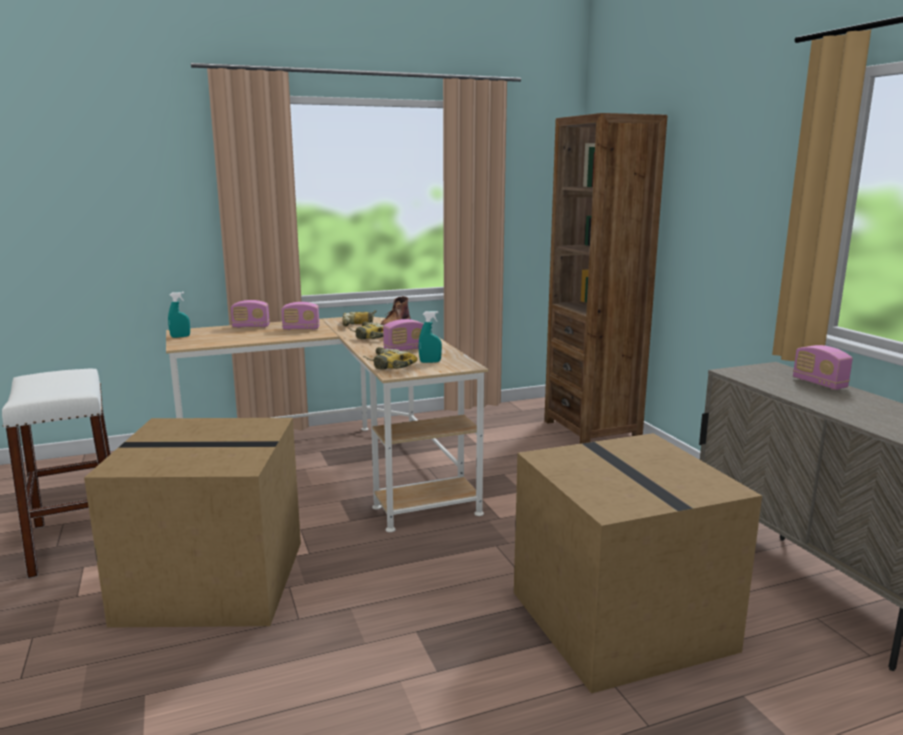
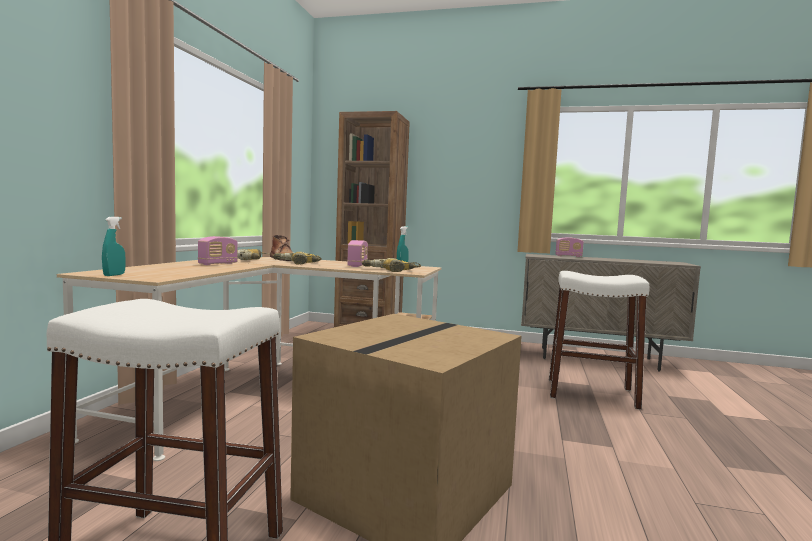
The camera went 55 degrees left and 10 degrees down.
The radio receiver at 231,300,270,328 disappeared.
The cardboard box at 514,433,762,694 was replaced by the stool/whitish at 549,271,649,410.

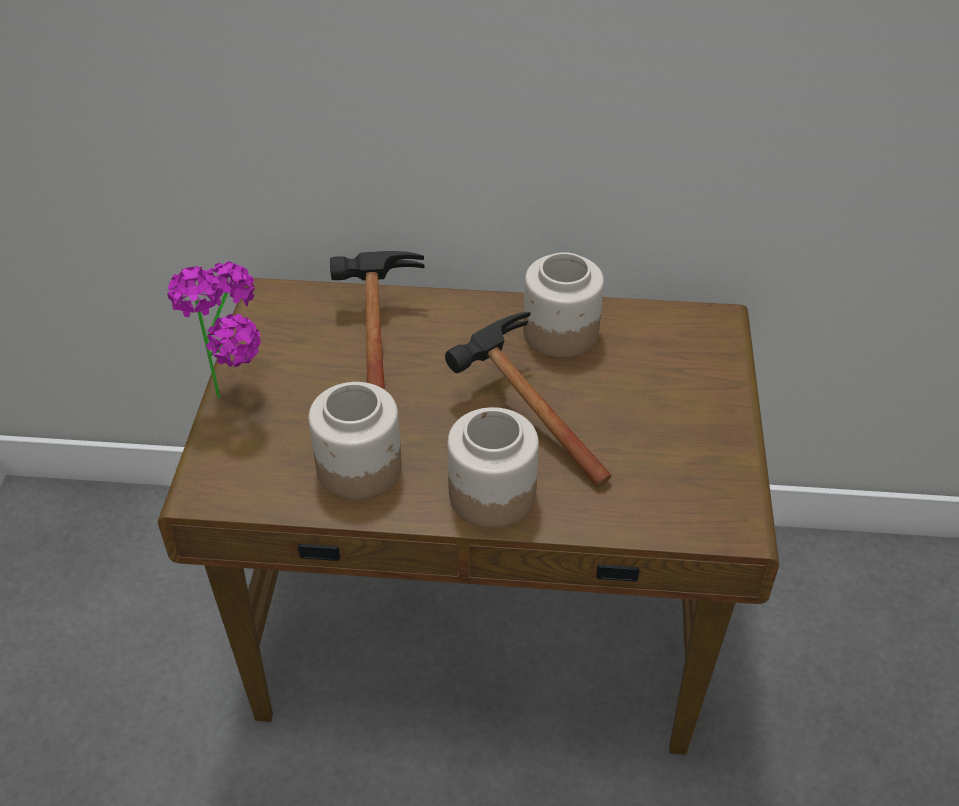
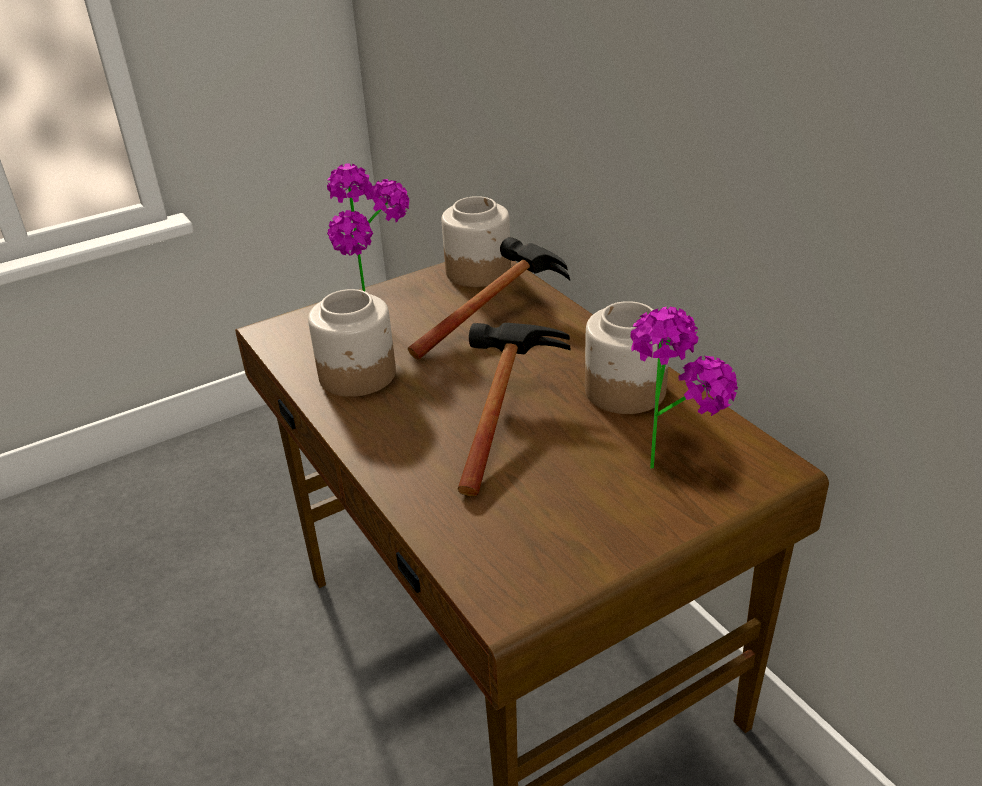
The camera went 55 degrees right and 10 degrees down.
The jar moved from 447,407,539,528 to 442,196,511,287.
The plant in a pot at 631,307,738,469 appeared.

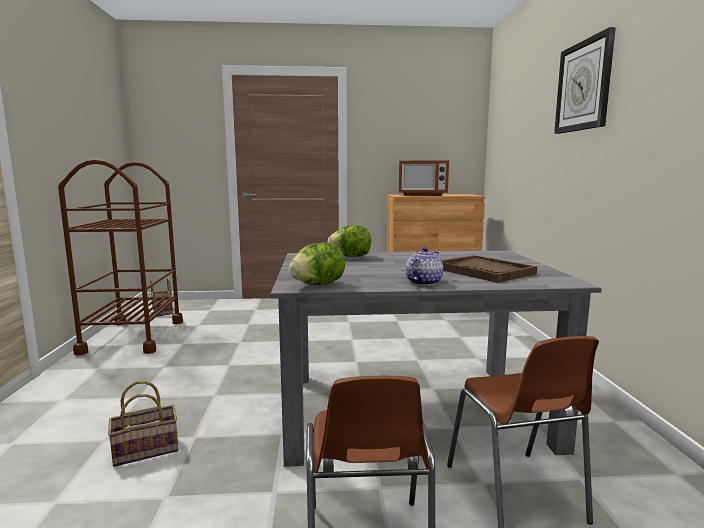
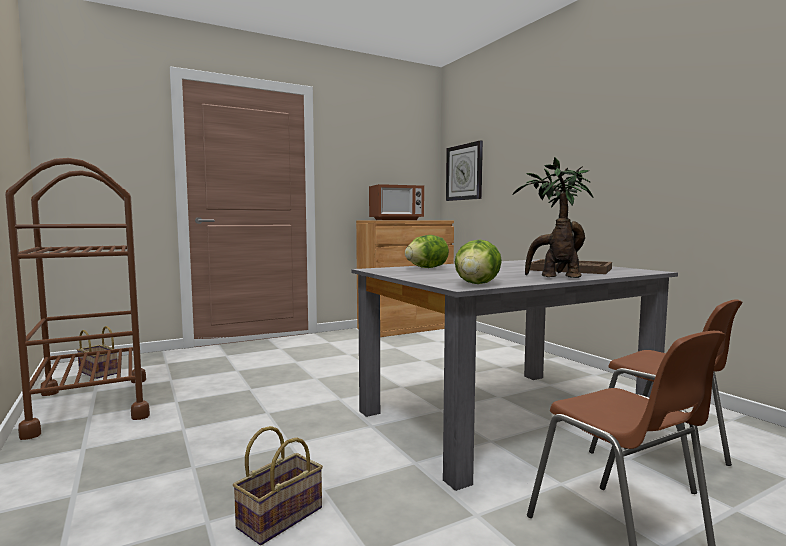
The camera went 25 degrees left and 5 degrees down.
The hanging clock moved from 554,27,616,134 to 446,141,483,201.
The teapot at 406,247,443,286 was replaced by the plant in a pot at 513,157,593,278.

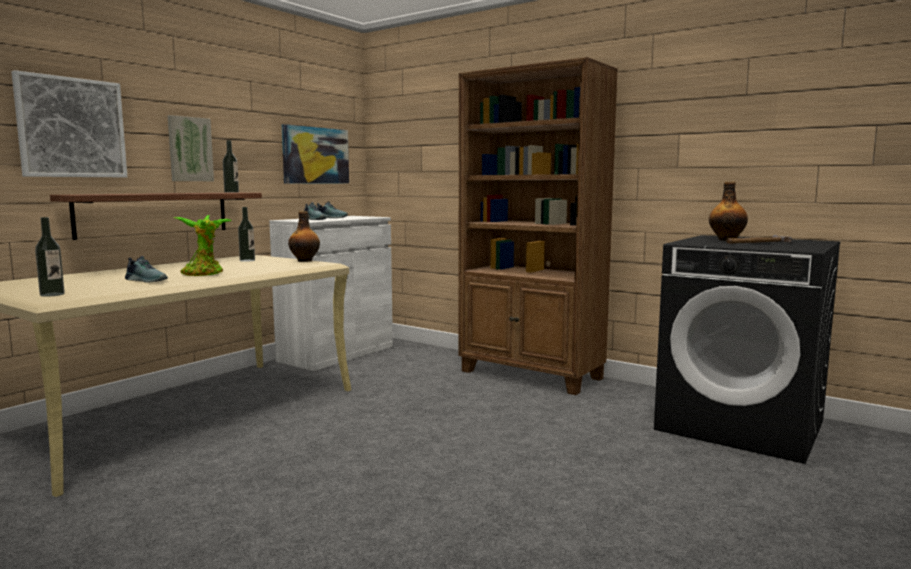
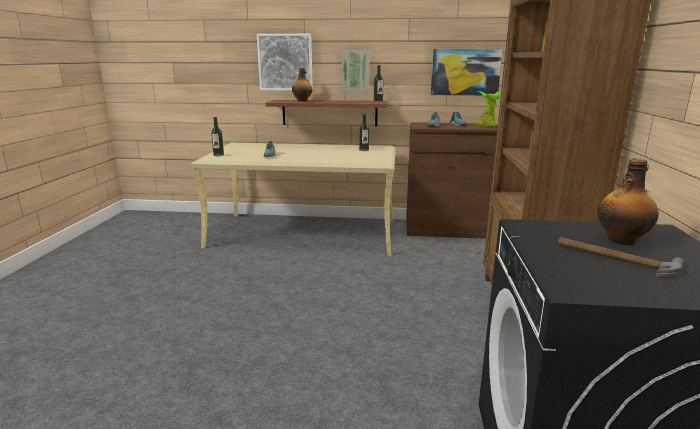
The camera went 60 degrees right and 10 degrees up.
The drink bottle moved from 288,211,320,262 to 292,68,312,102.
The plant in a pot moved from 174,215,232,276 to 476,91,501,127.
The storage cabinet/whitish at 269,216,393,371 became the storage cabinet/brownish at 406,122,498,239.

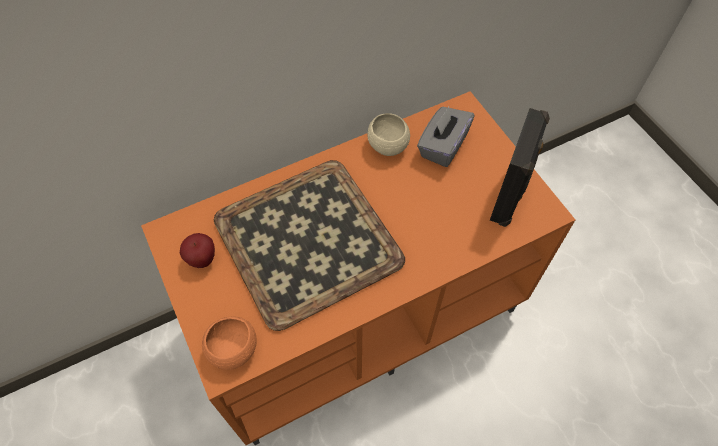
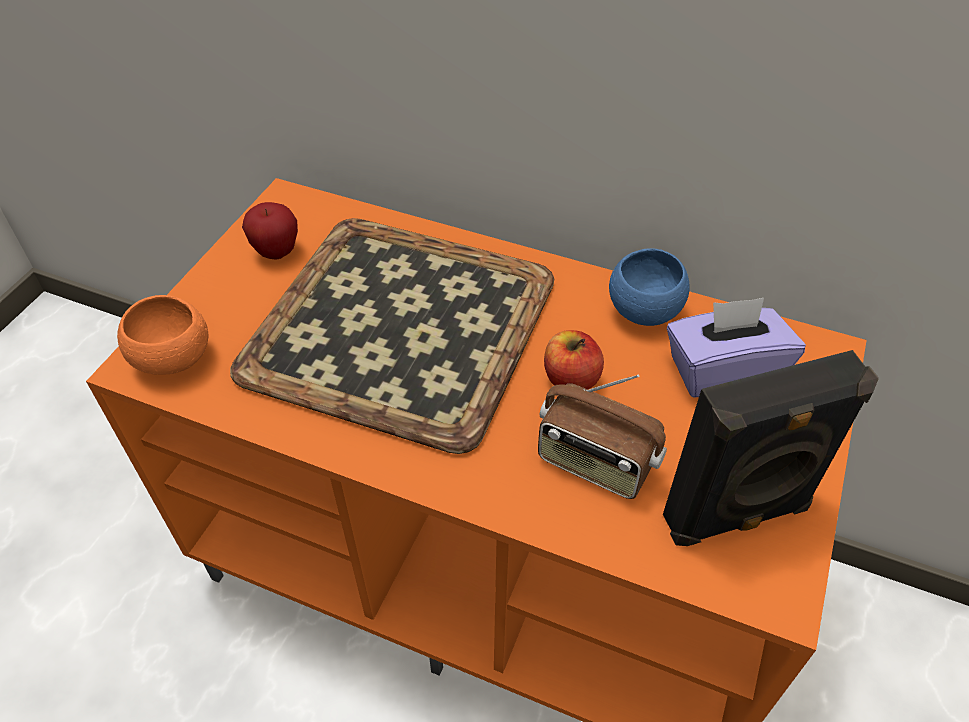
The camera went 50 degrees right and 10 degrees down.
The tissue holder/gray at 417,107,474,167 became the tissue holder/purplish at 667,298,806,398.
The serving bowl/sand-coloured at 367,113,410,156 became the serving bowl/blue-coloured at 609,248,690,326.
The apple at 544,330,604,389 appeared.
The radio receiver at 538,374,667,499 appeared.

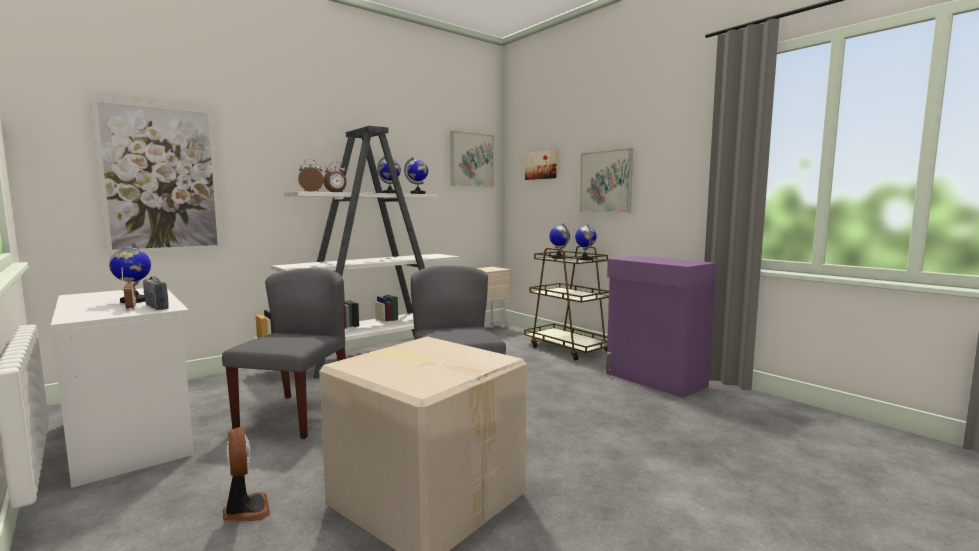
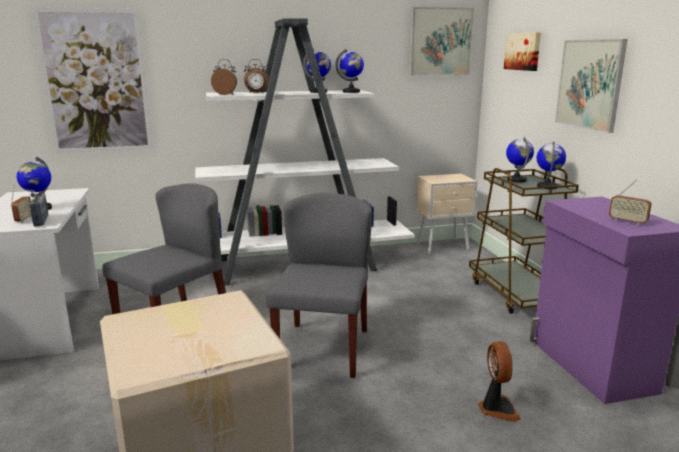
The camera went 25 degrees right and 10 degrees up.
The fan moved from 223,427,270,521 to 478,341,521,422.
The radio receiver at 609,179,652,225 appeared.

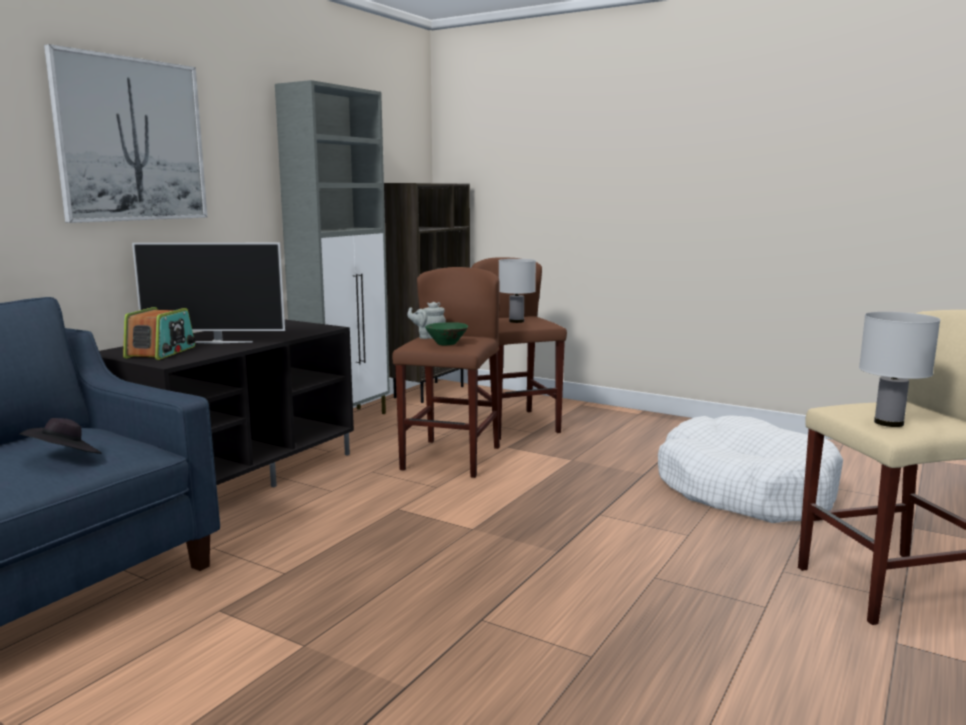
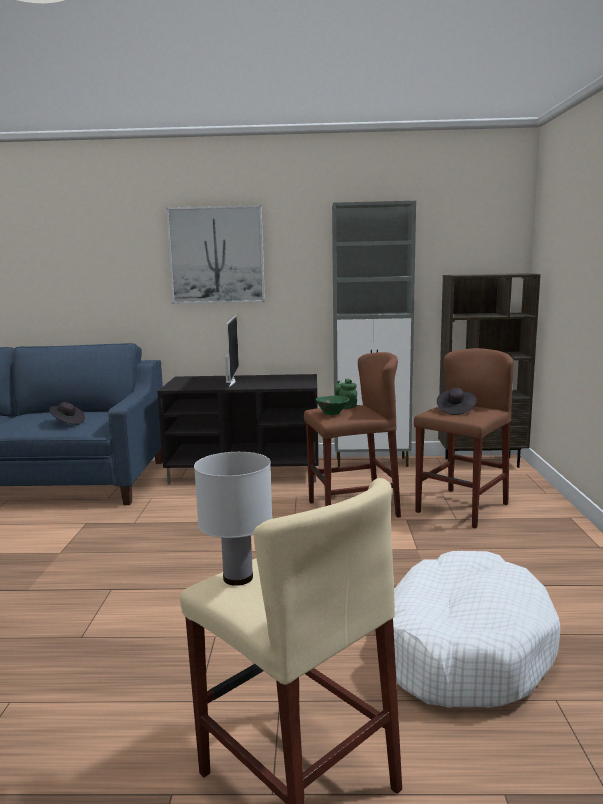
The camera went 60 degrees right and 0 degrees up.
The TV set at 132,243,285,344 turned 150 degrees counterclockwise.
The table lamp/whitish at 499,259,536,323 was replaced by the wearable hat/blackish at 437,388,477,415.
The teapot/gray at 407,302,446,339 became the teapot/green at 335,379,357,409.
The radio receiver at 123,307,196,360 disappeared.

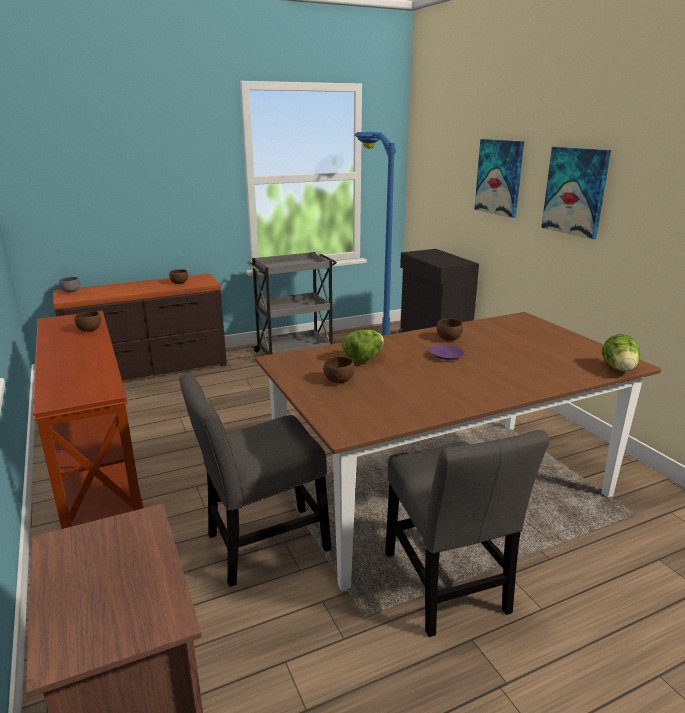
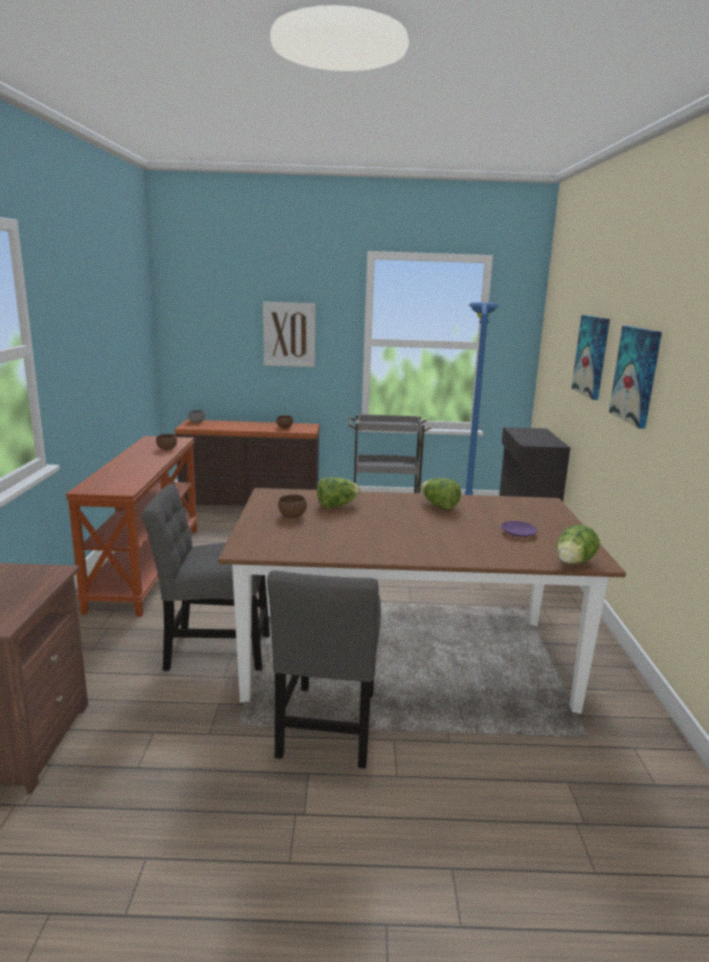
The camera went 25 degrees right and 5 degrees down.
The serving bowl/brownish at 437,319,463,341 was replaced by the head of lettuce at 421,478,461,510.
The flat dish/purplish moved from 429,345,464,360 to 501,521,537,537.
The wall art at 263,302,316,367 appeared.

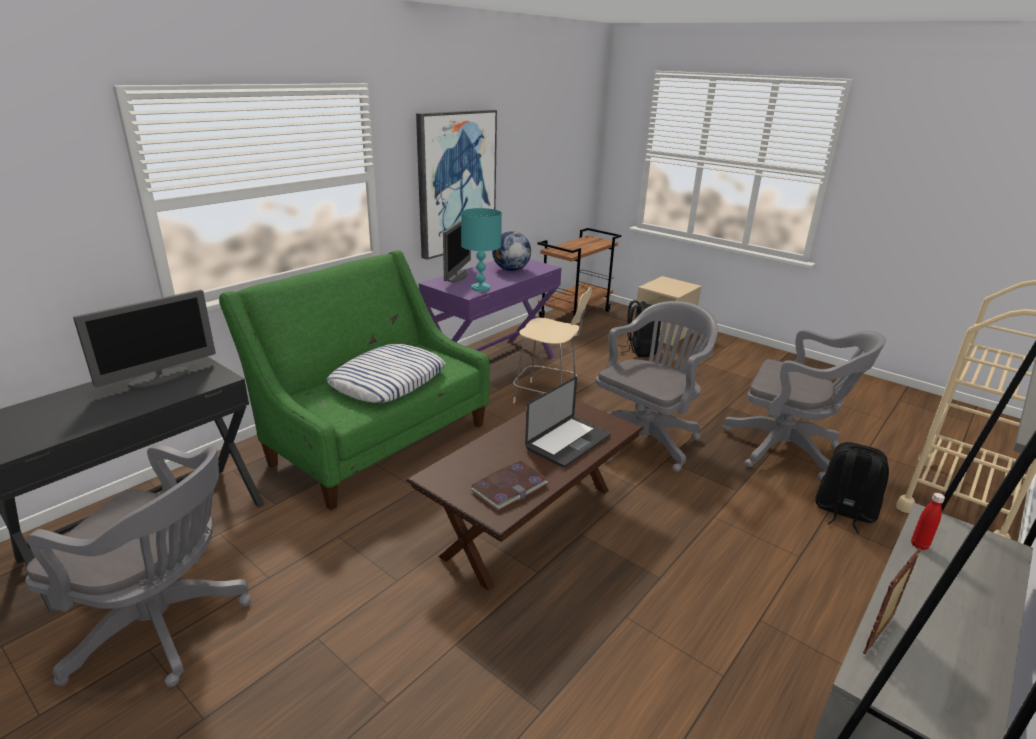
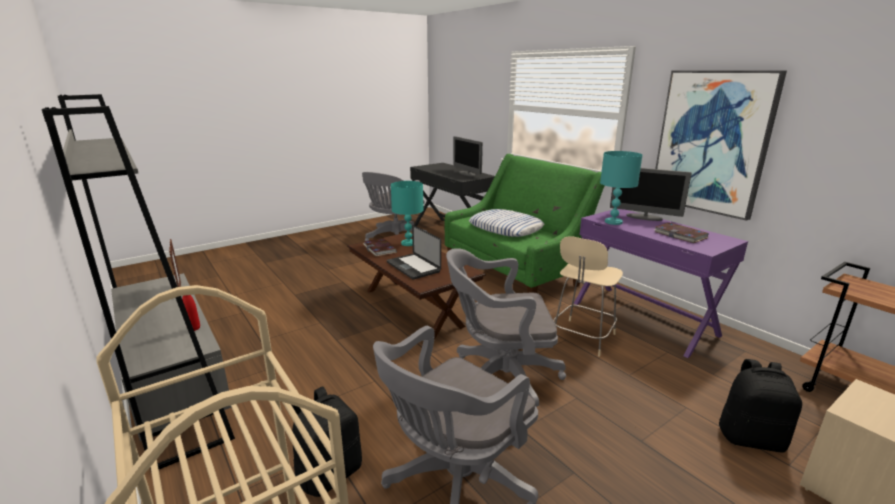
The camera went 105 degrees right and 5 degrees down.
The world globe at 492,231,531,271 was replaced by the book at 654,223,709,243.
The office chair/gray at 595,301,718,472 turned 120 degrees clockwise.
The table lamp/turquoise at 391,181,424,246 appeared.

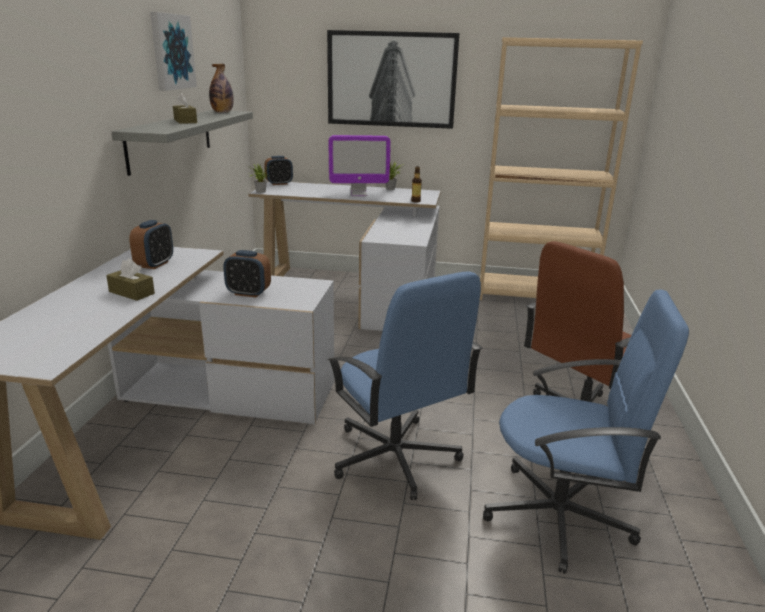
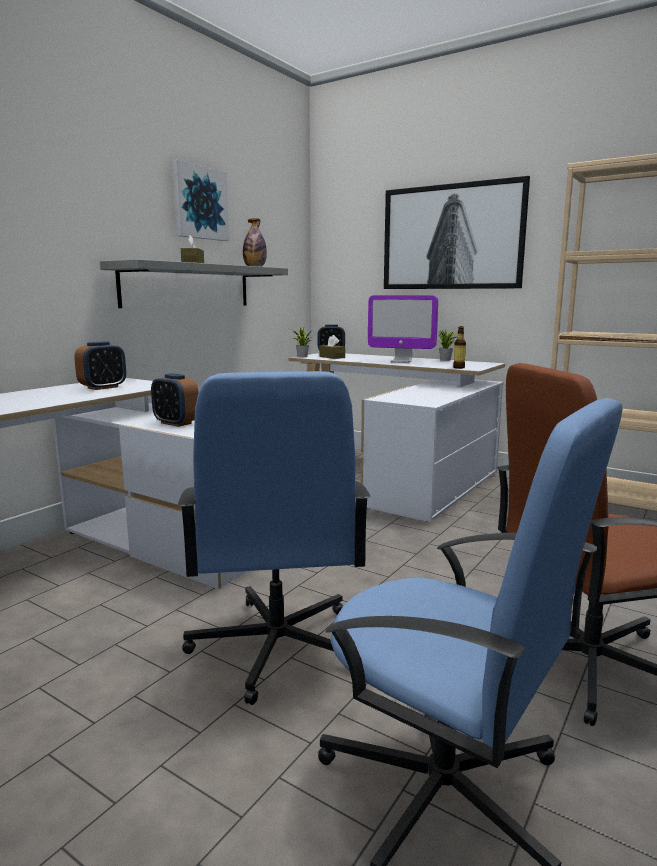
The camera went 25 degrees right and 10 degrees down.
The tissue holder/brownish moved from 106,259,155,301 to 319,335,345,359.

